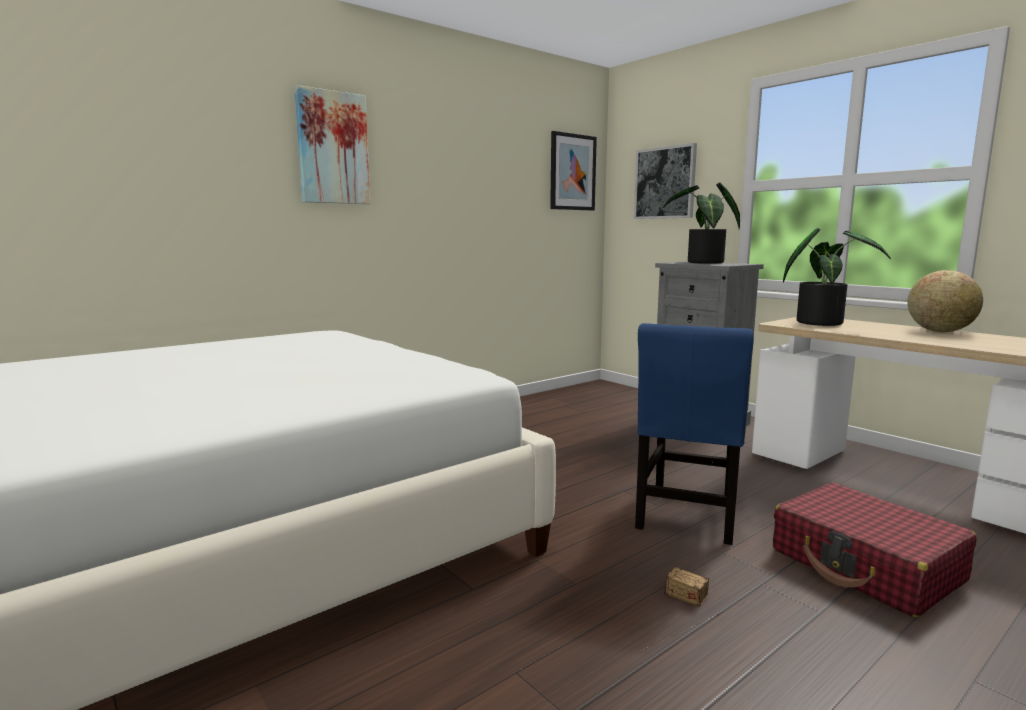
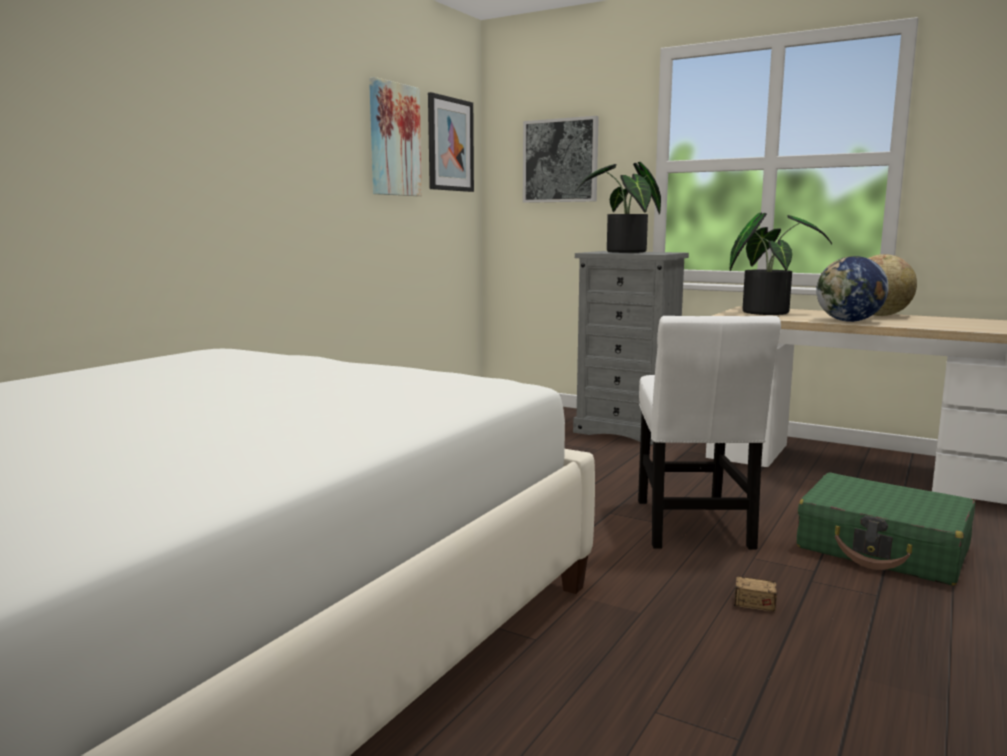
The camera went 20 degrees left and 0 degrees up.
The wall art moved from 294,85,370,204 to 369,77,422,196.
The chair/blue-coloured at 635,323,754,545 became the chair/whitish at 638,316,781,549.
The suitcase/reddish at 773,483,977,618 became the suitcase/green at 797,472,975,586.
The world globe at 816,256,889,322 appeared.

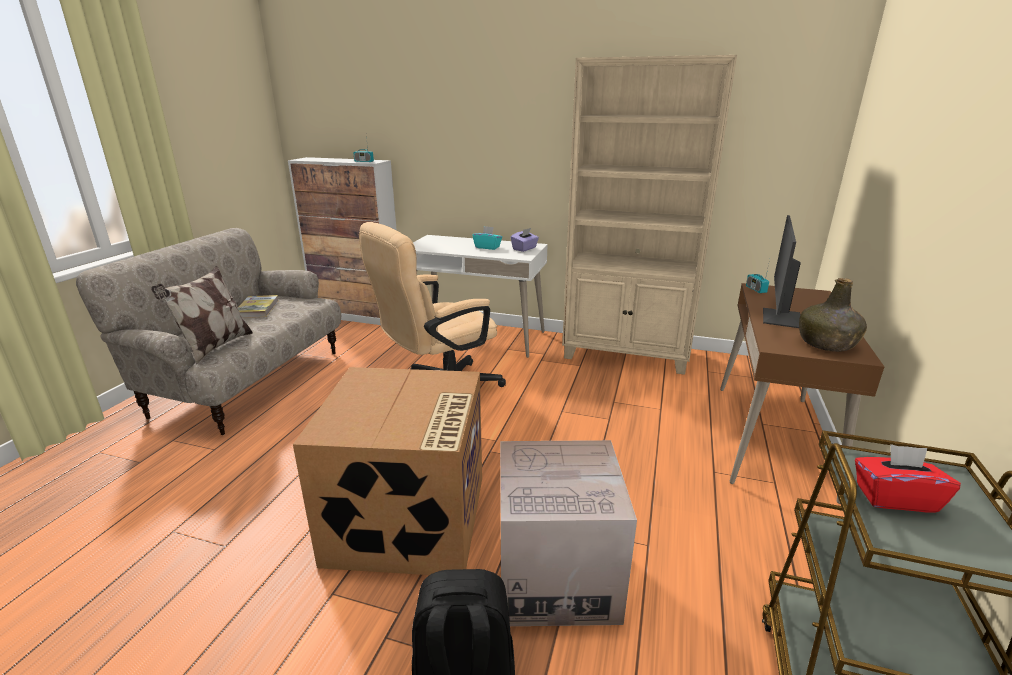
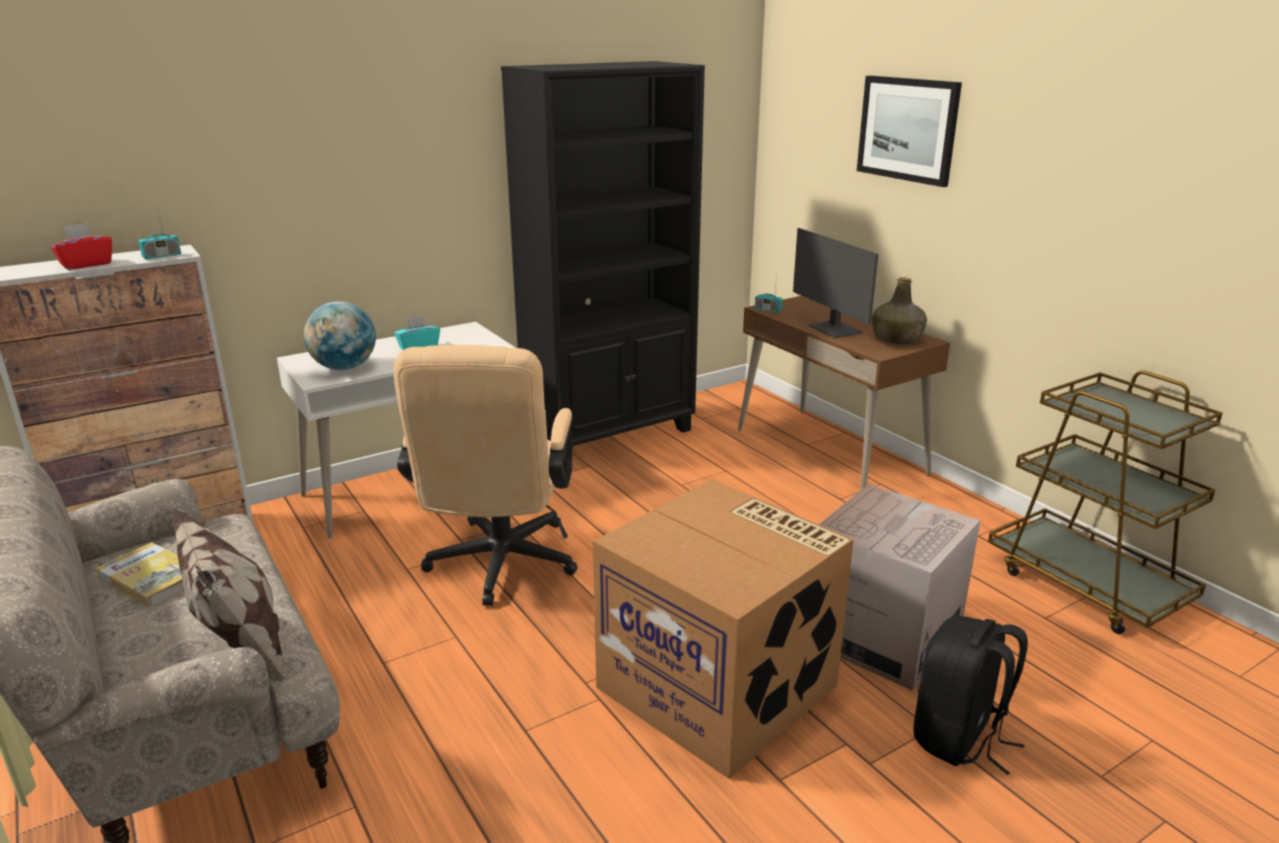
The camera went 50 degrees left and 0 degrees up.
The bookshelf/sand-coloured at 562,55,737,375 became the bookshelf/blackish at 501,61,705,450.
The tissue holder/purplish at 511,228,539,252 disappeared.
The tissue holder/reddish moved from 855,444,961,513 to 50,223,112,270.
The wall art at 857,76,962,187 appeared.
The world globe at 304,301,376,370 appeared.

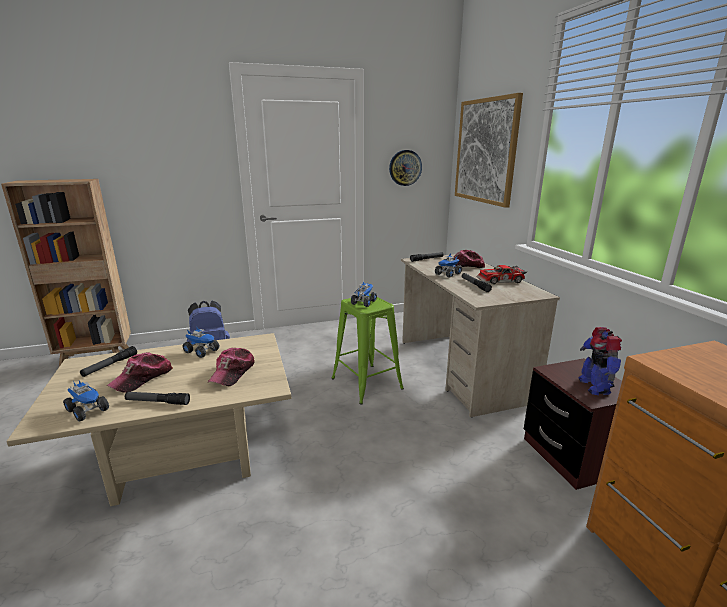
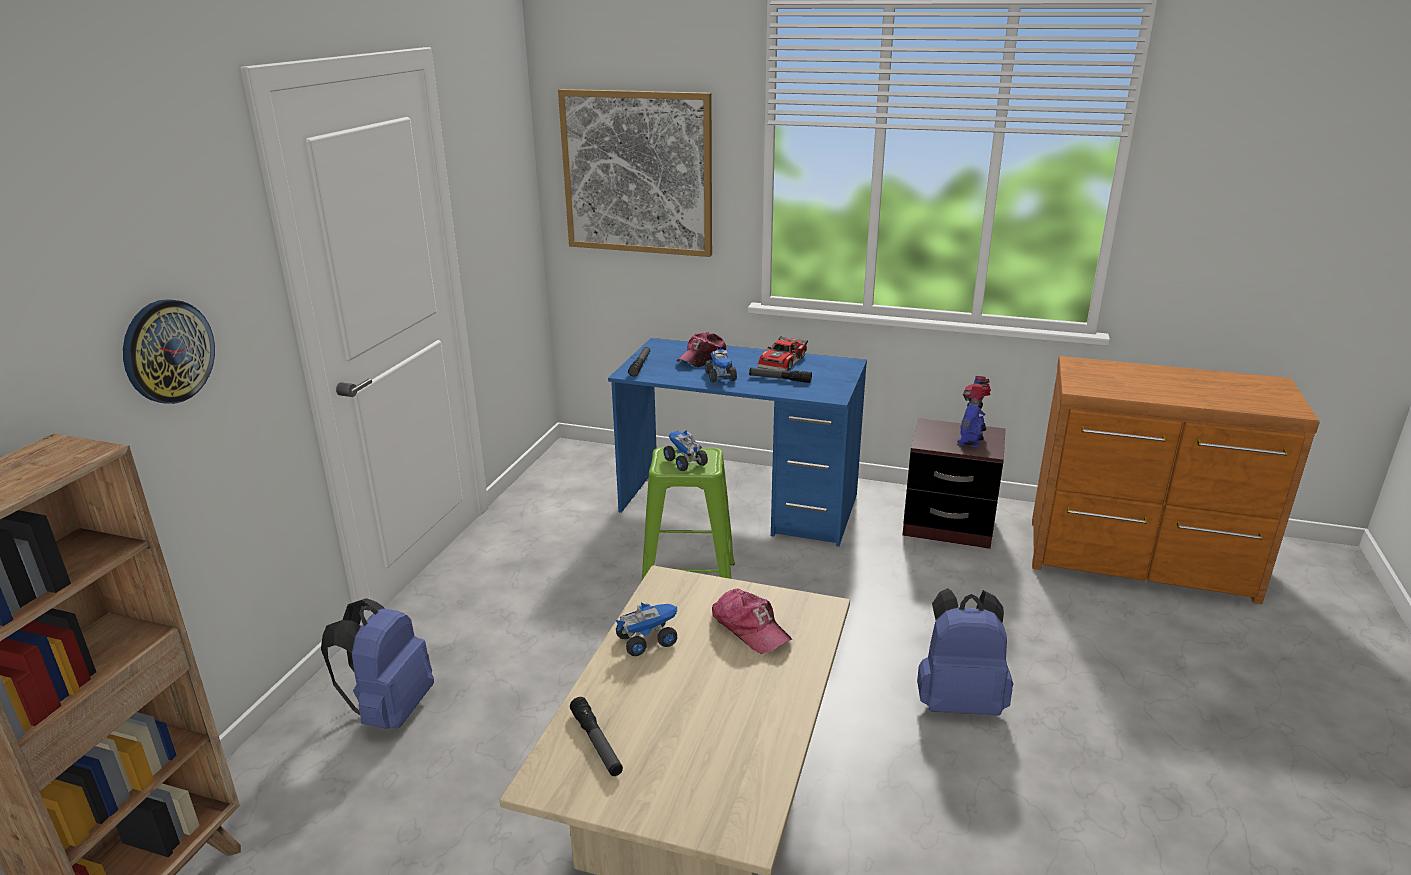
The camera went 55 degrees left and 5 degrees up.
The hanging clock moved from 389,150,422,186 to 123,299,215,404.
The desk/sand-coloured at 401,254,560,418 became the desk/blue-coloured at 608,338,867,547.
The model robot at 578,327,622,395 turned 75 degrees clockwise.
The baseball cap at 107,353,173,393 disappeared.
The toy lorry at 63,381,109,421 disappeared.
The flashlight at 125,392,190,405 disappeared.
The knapsack/blue-coloured at 917,588,1013,716 appeared.

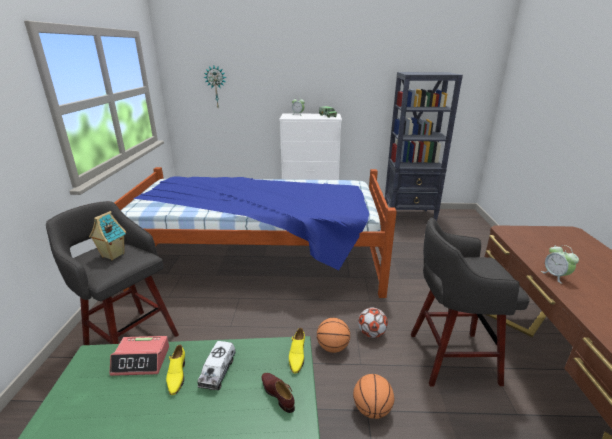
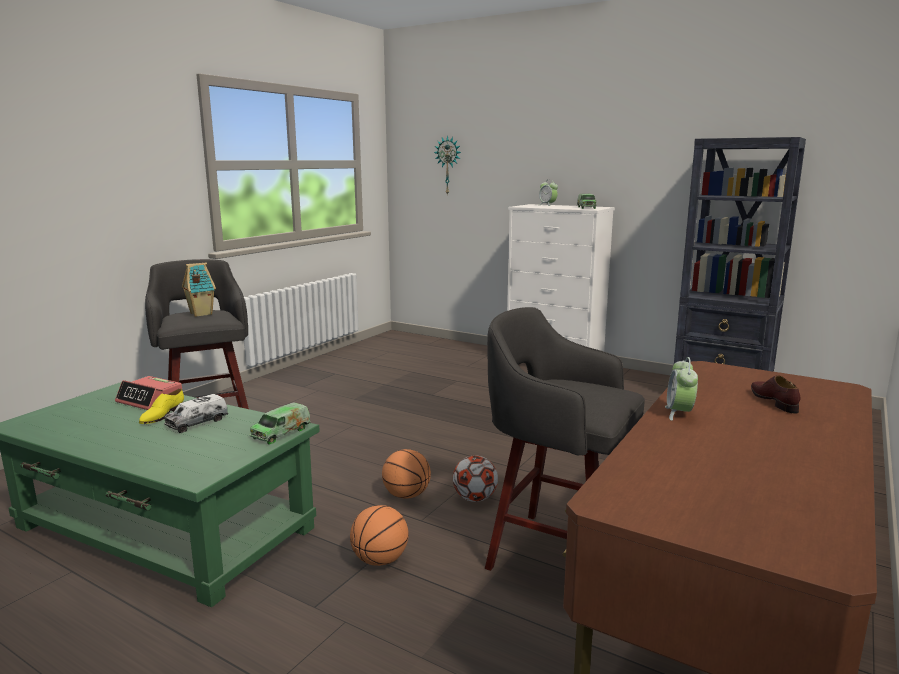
The camera went 30 degrees right and 10 degrees down.
The bedroom bed at 114,167,397,298 disappeared.
The shoe/yellowish at 289,328,305,373 was replaced by the toy lorry at 250,402,311,444.
The shoe/brownish moved from 262,373,295,413 to 751,375,801,414.

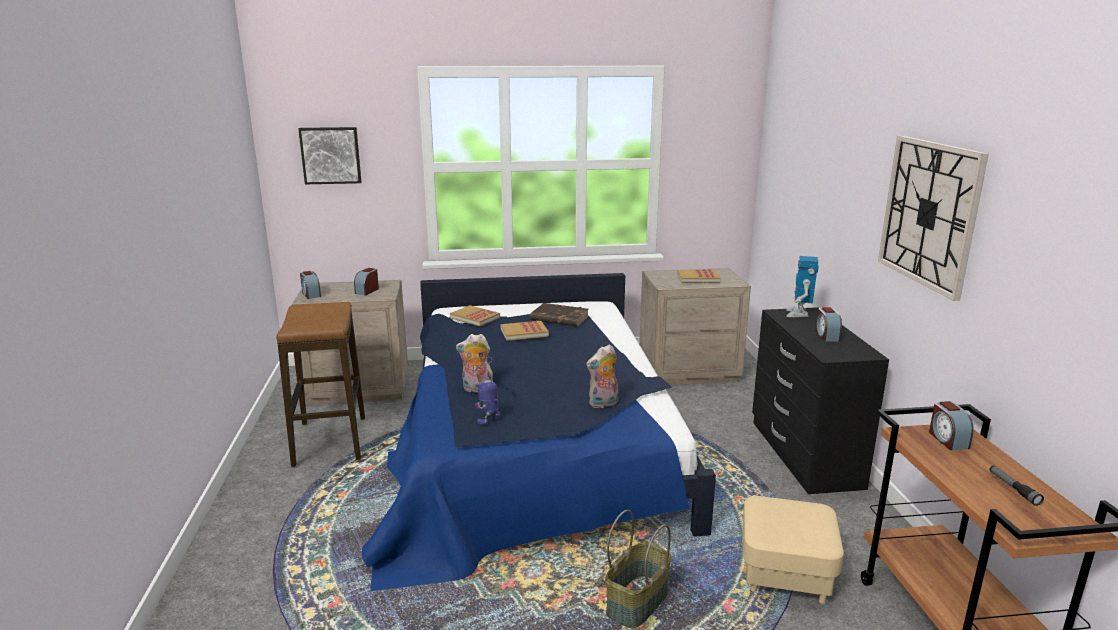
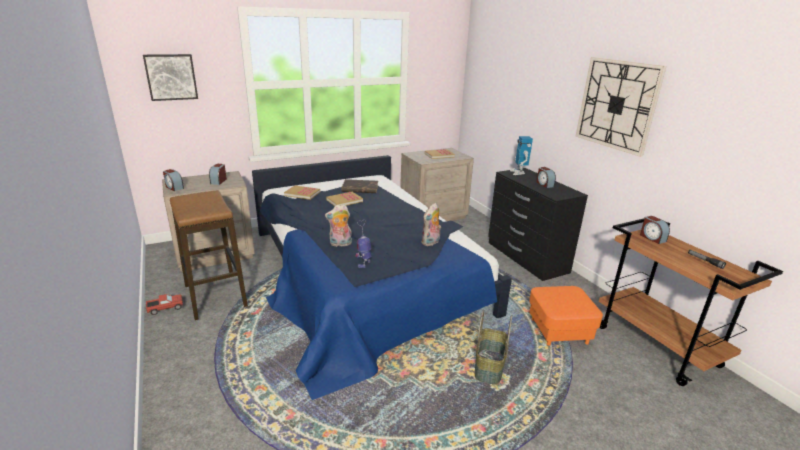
The camera went 20 degrees left and 5 degrees up.
The footrest/sand-coloured at 743,496,844,604 became the footrest/orange-coloured at 529,286,603,346.
The toy lorry at 146,294,183,315 appeared.

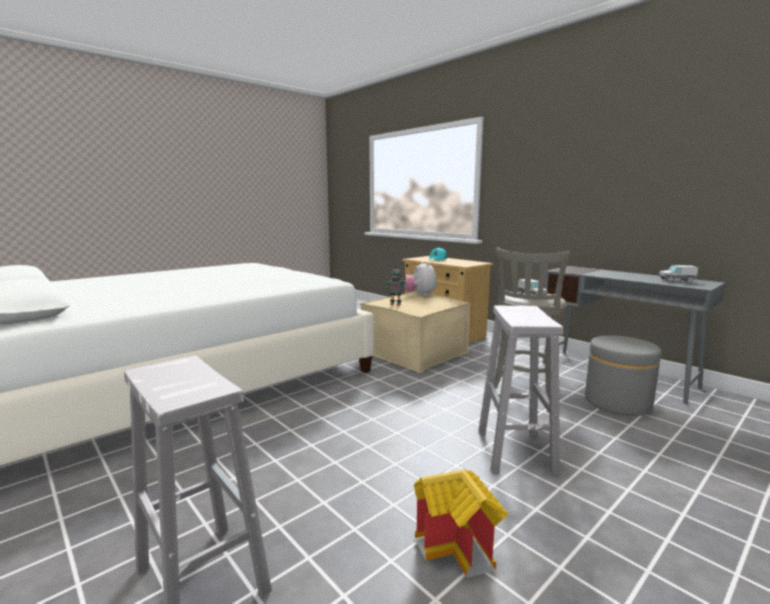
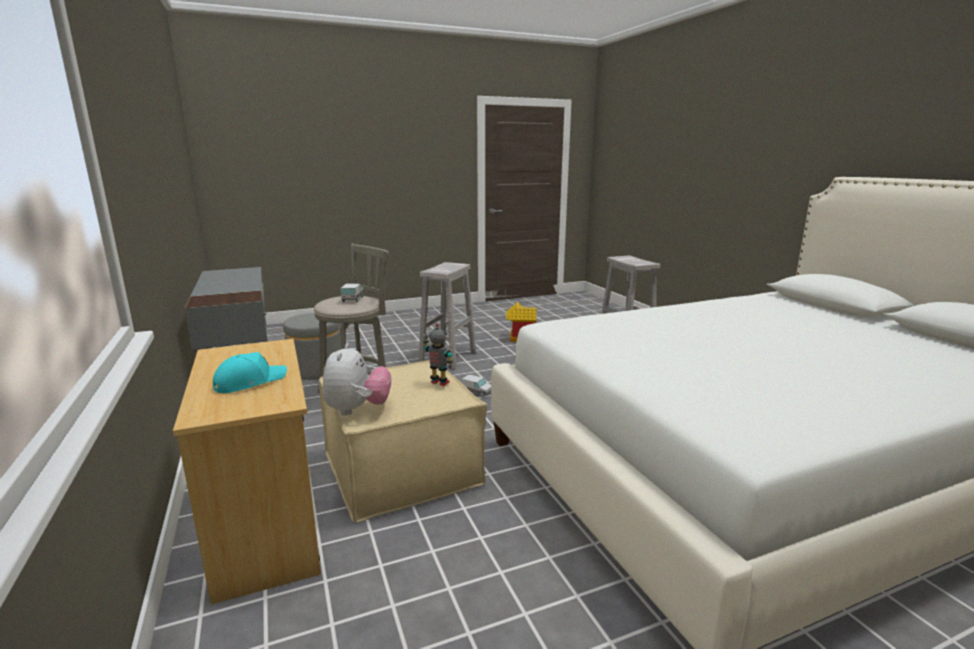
The camera went 160 degrees left and 5 degrees up.
The toy lorry moved from 659,265,698,282 to 462,374,491,397.

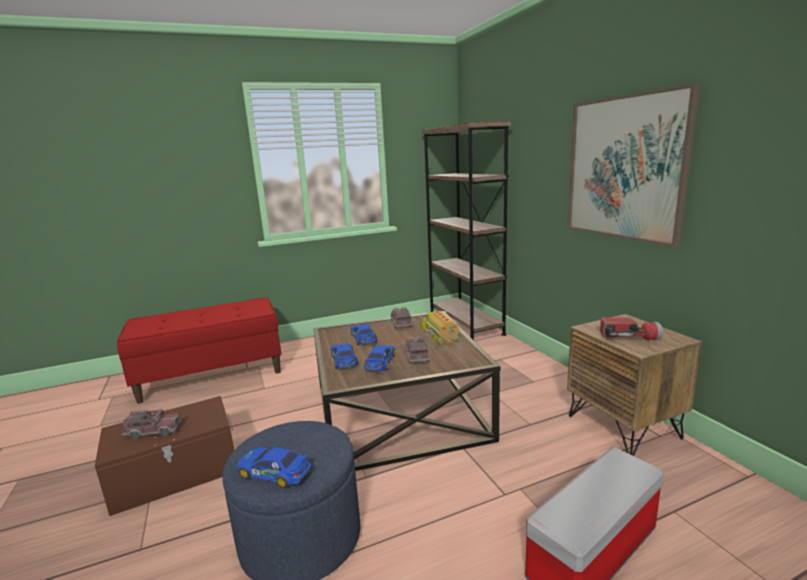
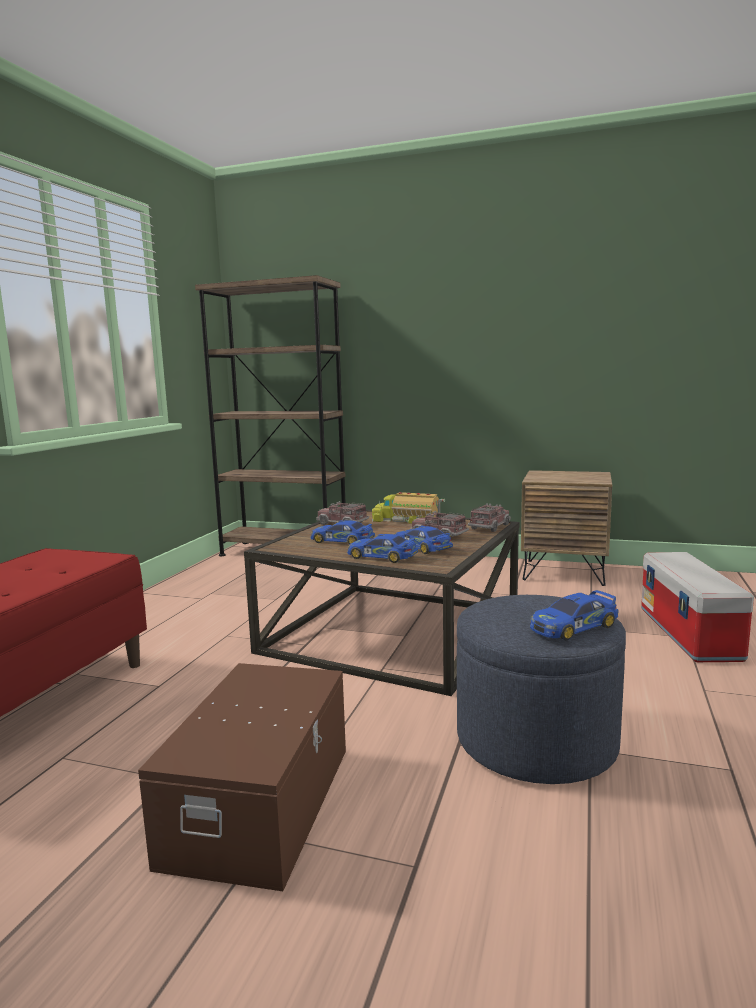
The camera went 50 degrees left and 5 degrees down.
The wall art at 567,83,701,248 disappeared.
The flashlight at 600,317,663,340 disappeared.
The toy lorry moved from 122,409,182,440 to 468,503,511,532.

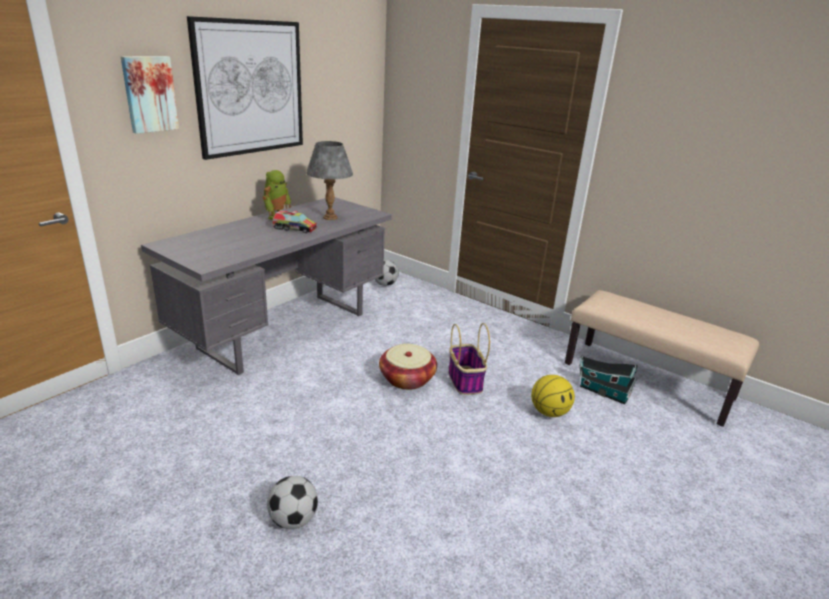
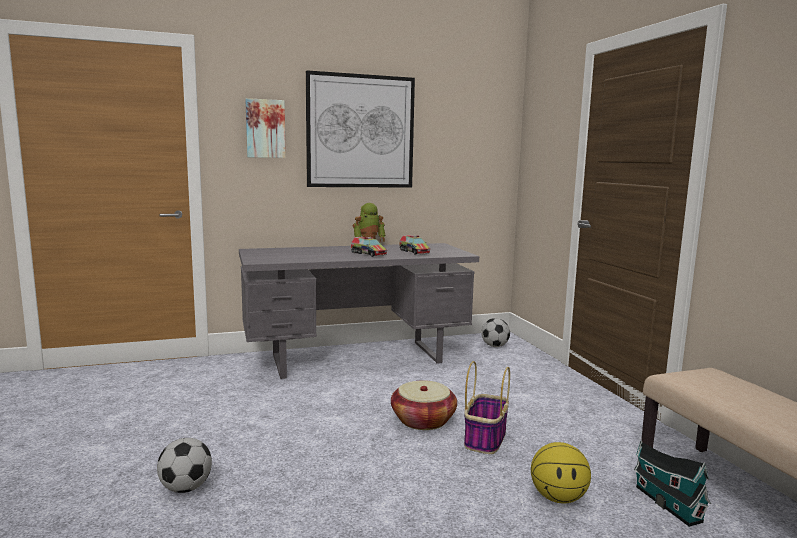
The camera went 35 degrees right and 15 degrees down.
The table lamp/gray at 306,141,353,220 was replaced by the toy lorry at 400,235,430,255.

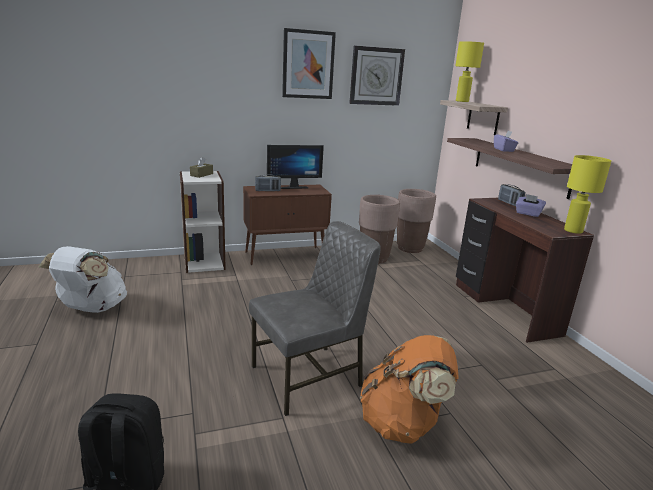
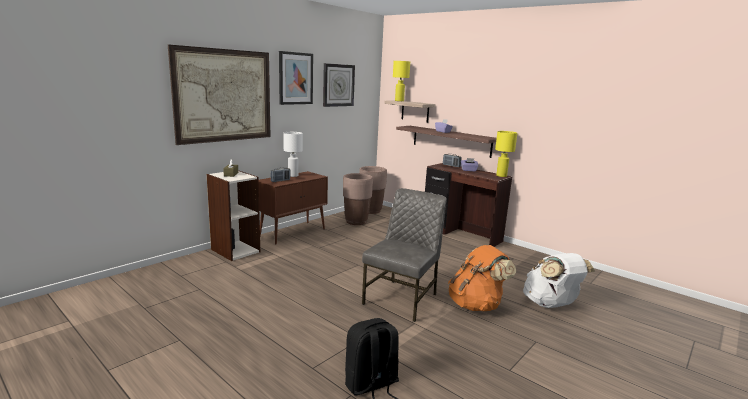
The camera went 30 degrees left and 5 degrees down.
The monitor at 267,145,324,189 was replaced by the table lamp/whitish at 283,132,303,177.
The knapsack/whitish moved from 39,246,127,313 to 523,253,595,308.
The wall art at 168,45,271,145 appeared.

